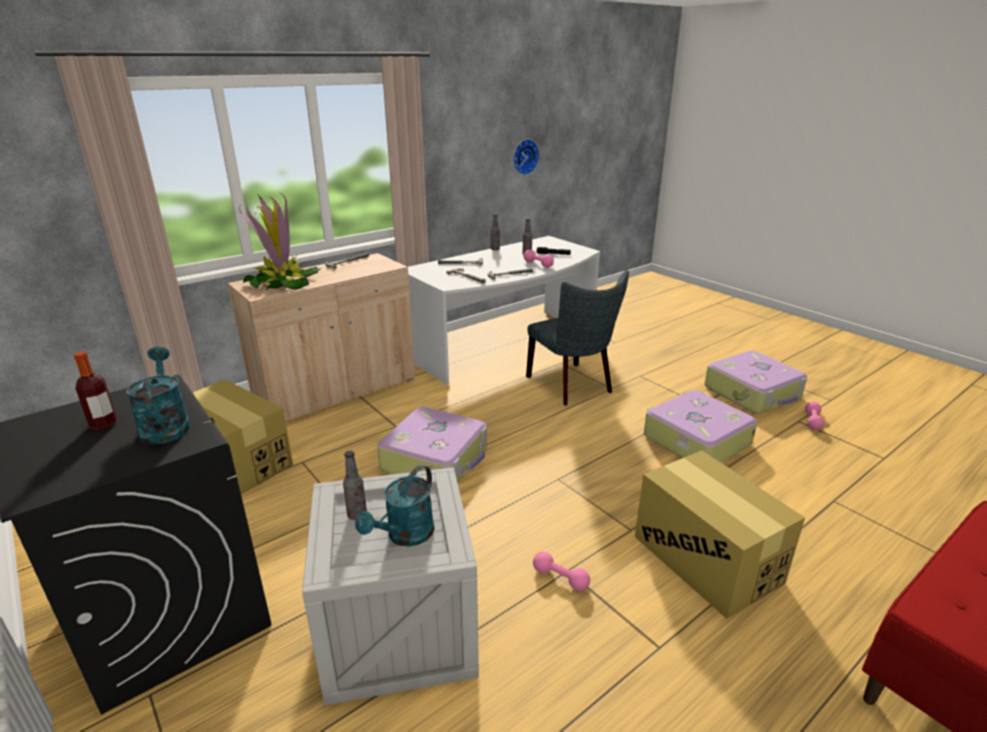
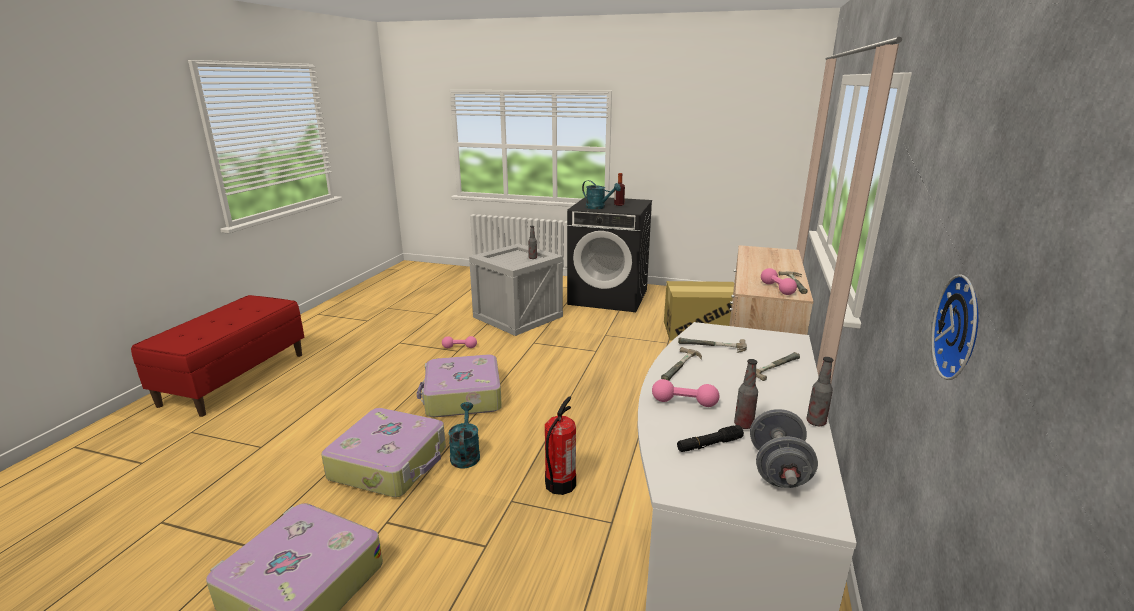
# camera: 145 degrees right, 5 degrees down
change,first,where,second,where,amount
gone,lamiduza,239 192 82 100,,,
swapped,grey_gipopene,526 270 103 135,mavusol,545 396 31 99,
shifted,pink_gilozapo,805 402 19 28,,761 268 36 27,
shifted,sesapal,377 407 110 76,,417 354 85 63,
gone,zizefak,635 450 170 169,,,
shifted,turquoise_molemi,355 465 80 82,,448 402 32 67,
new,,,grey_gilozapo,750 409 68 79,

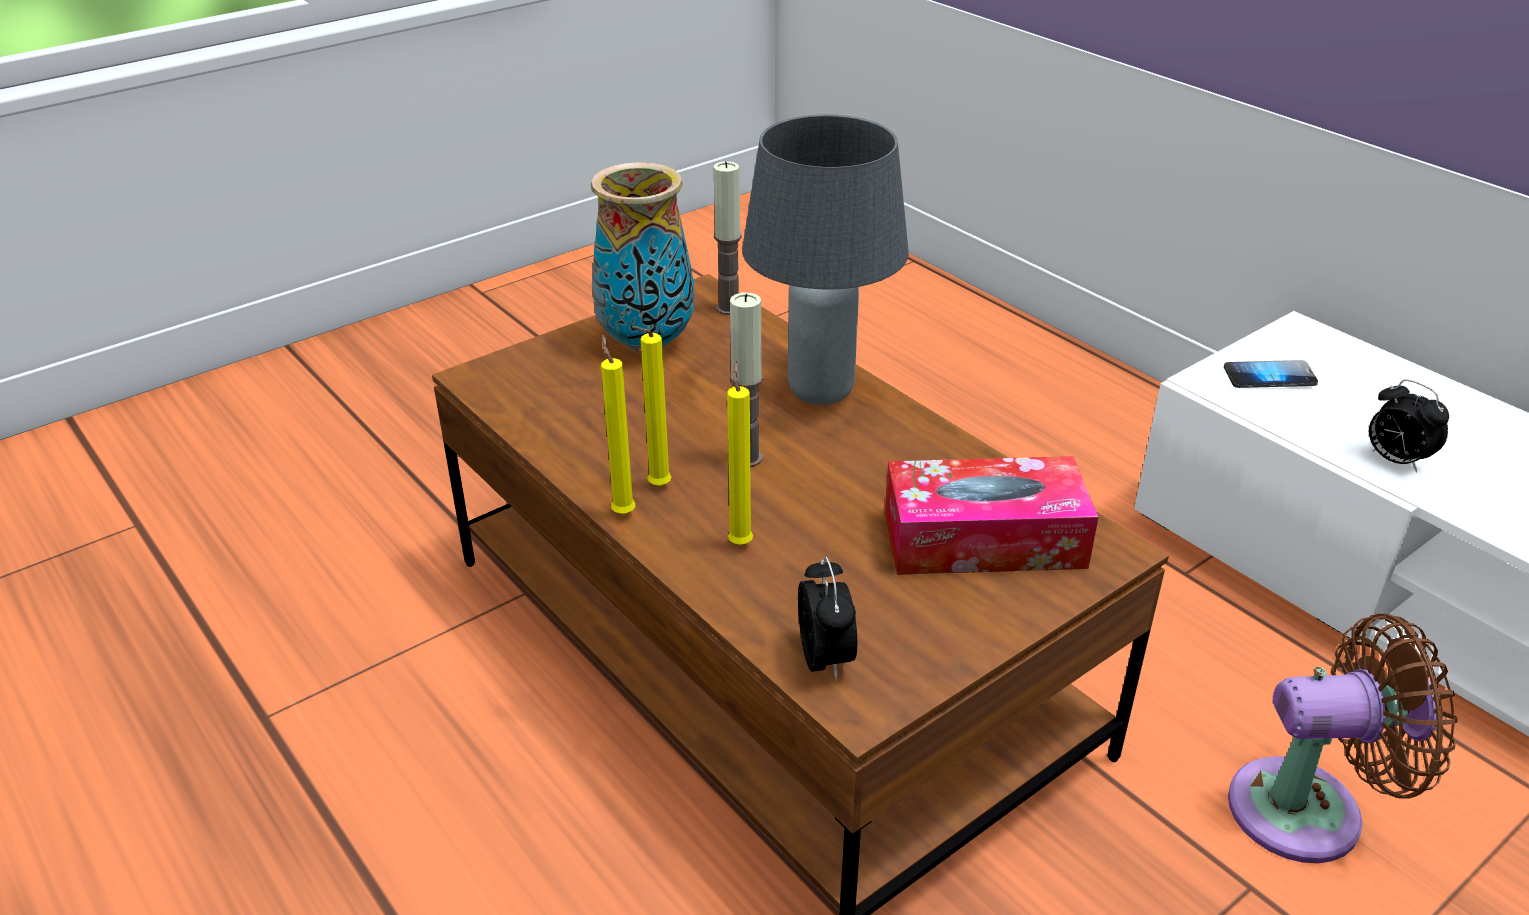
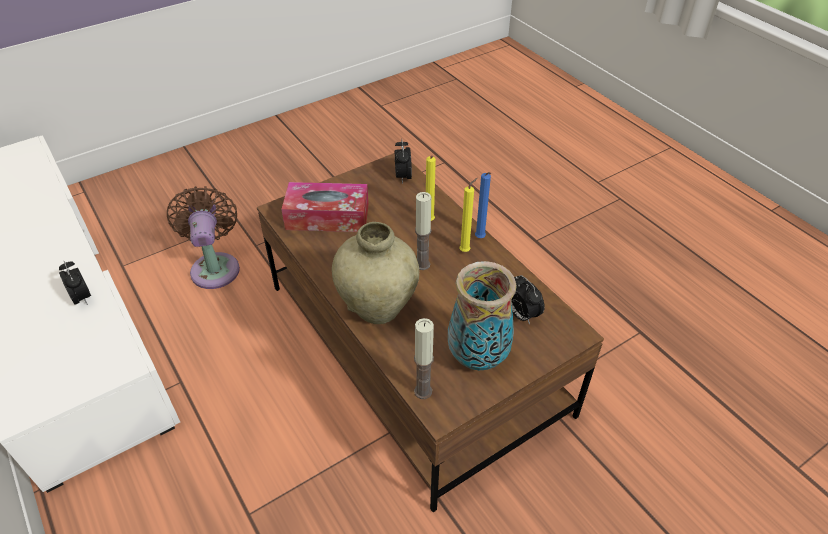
# camera: 175 degrees left, 10 degrees up
change,first,where,second,where,amount
swapped,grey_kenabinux,742 114 167 291,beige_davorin,332 222 87 102,
repainted,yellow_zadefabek,601 335 34 179,blue_zadefabek,475 172 16 66,
gone,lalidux,1224 360 94 28,,,
rotated,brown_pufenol,1228 614 229 249,,167 186 73 103,75 degrees clockwise
new,,,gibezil,511 275 34 50,

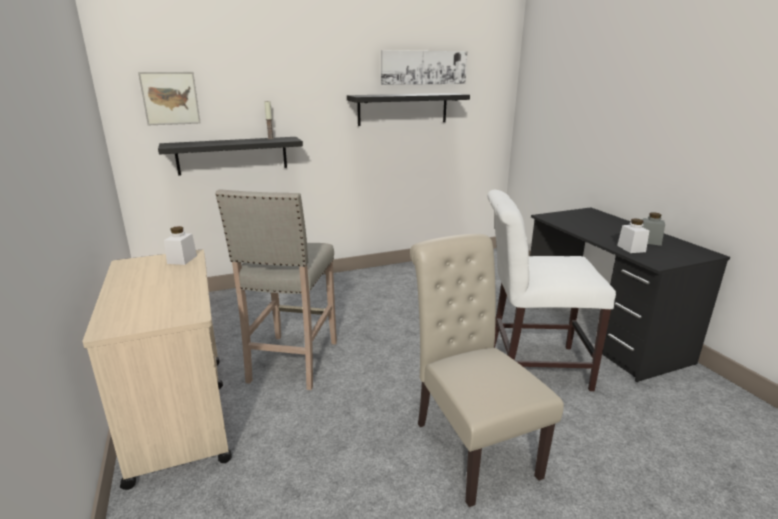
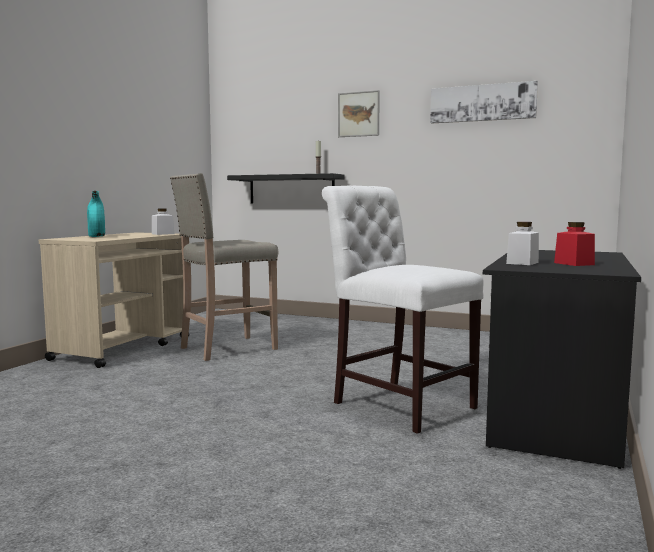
# camera: 45 degrees right, 15 degrees down
change,first,where,second,where,amount
shifted,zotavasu,138 72 63 53,,338 90 42 47,
gone,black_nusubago,347 93 123 33,,,
repainted,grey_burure,642 212 23 34,red_burure,554 222 41 44,
gone,beige_gipopene,410 234 154 273,,,
new,,,turquoise_davorin,87 191 18 46,

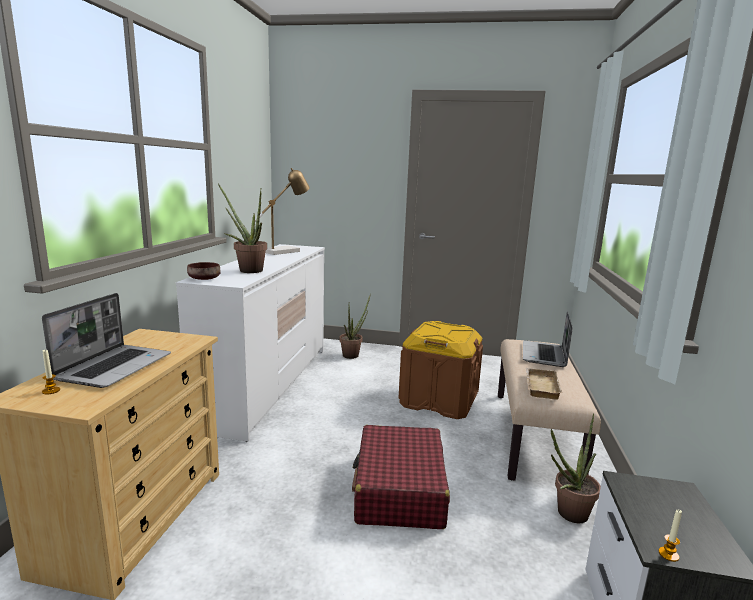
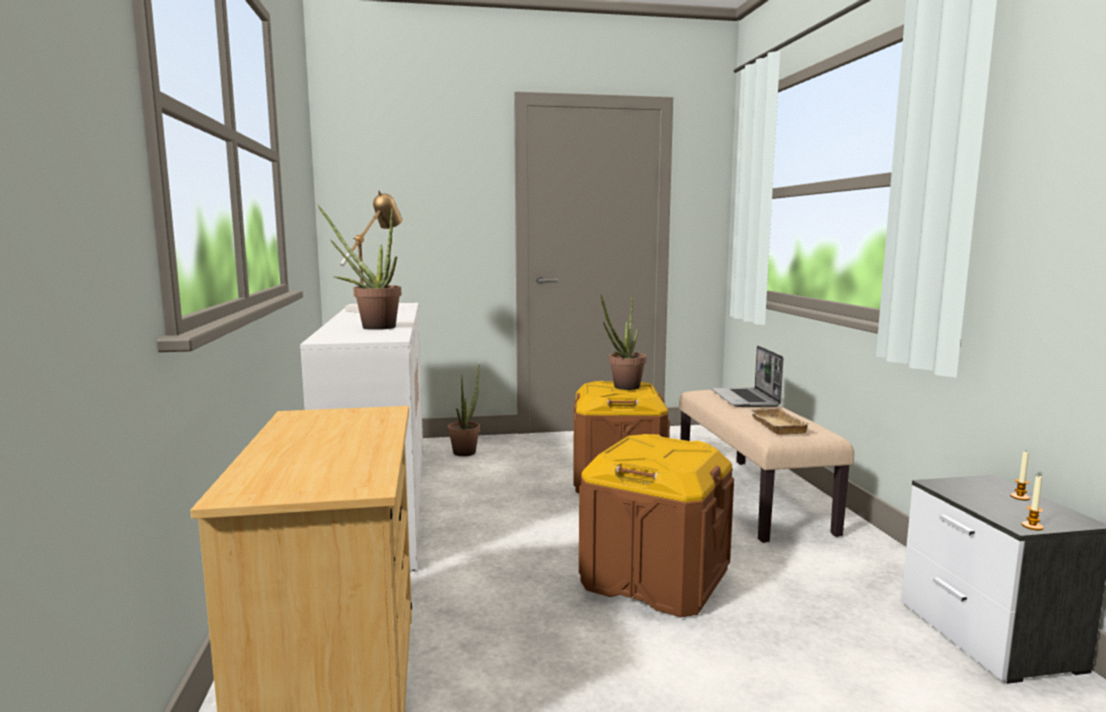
# camera: 20 degrees left, 5 degrees down
change,first,where,second,where,amount
gone,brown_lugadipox,187 262 34 18,,,
gone,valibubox,42 293 129 95,,,
shifted,zadefabek,42 350 18 44,,1010 452 20 49,
shifted,lamiduza,551 414 50 109,,601 294 45 96,
swapped,red_sesapal,352 425 98 104,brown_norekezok,579 434 155 183,

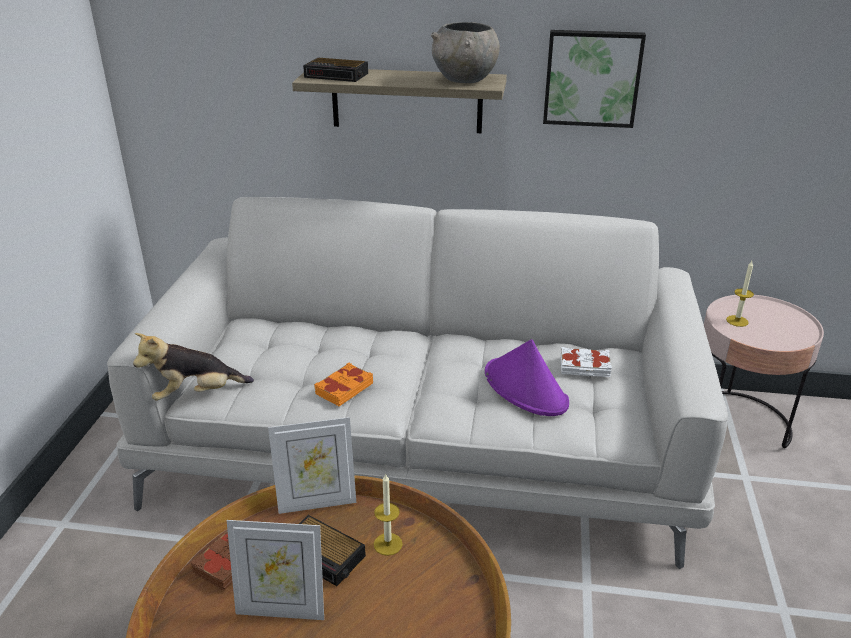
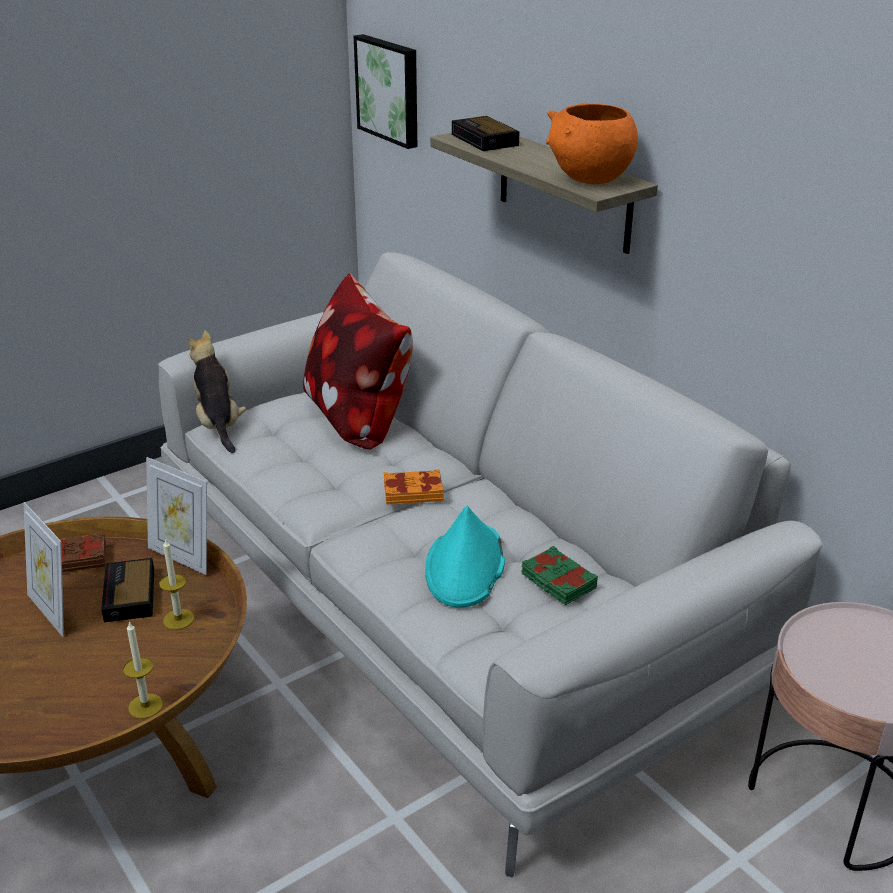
# camera: 45 degrees right, 0 degrees up
change,first,where,second,where,amount
repainted,grey_lugadipox,431 22 69 61,orange_lugadipox,546 104 92 80,
shifted,zotavasu,543 30 103 98,,354 34 63 115,
shifted,zadefabek,726 261 28 66,,123 621 40 98,
rotated,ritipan,133 333 121 68,,187 330 59 123,45 degrees clockwise
repainted,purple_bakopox,485 339 84 77,turquoise_bakopox,425 505 80 103,
repainted,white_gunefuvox,561 347 51 30,green_gunefuvox,521 546 77 59,
shifted,orange_gunefuvox,314 362 59 44,,383 469 61 36,
new,,,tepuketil,303 274 110 175,

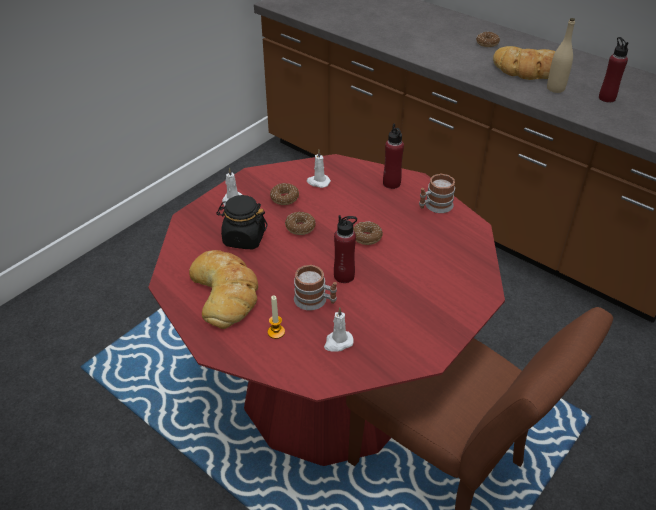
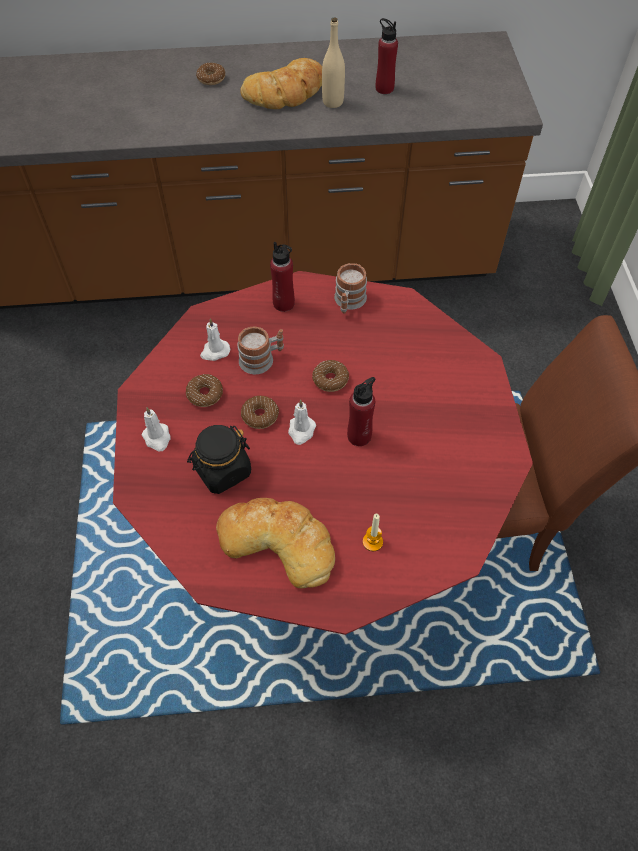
# camera: 45 degrees left, 15 degrees up
change,first,where,second,where,amount
shifted,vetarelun,294 265 43 46,,237 327 47 47,
shifted,white_zadefabek,324 307 30 45,,288 400 28 45,

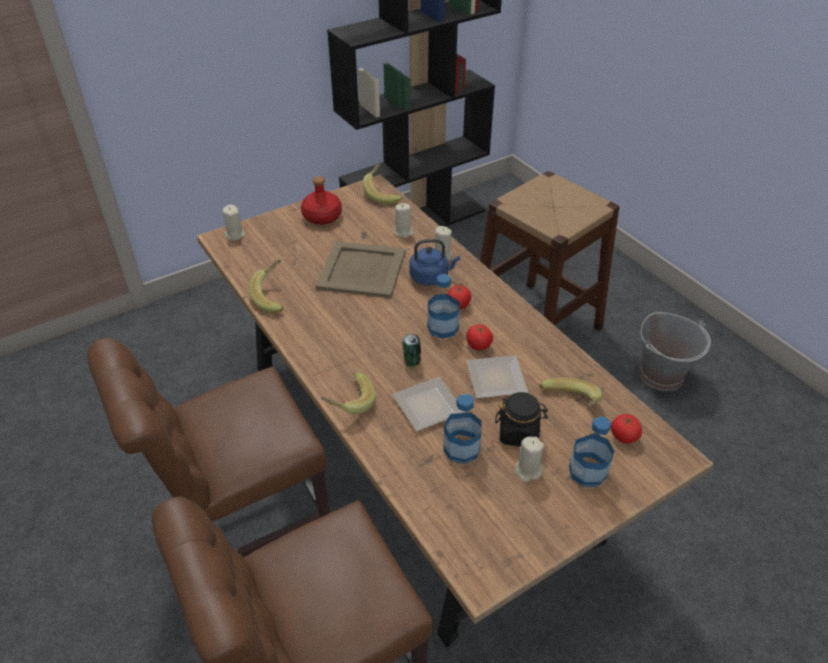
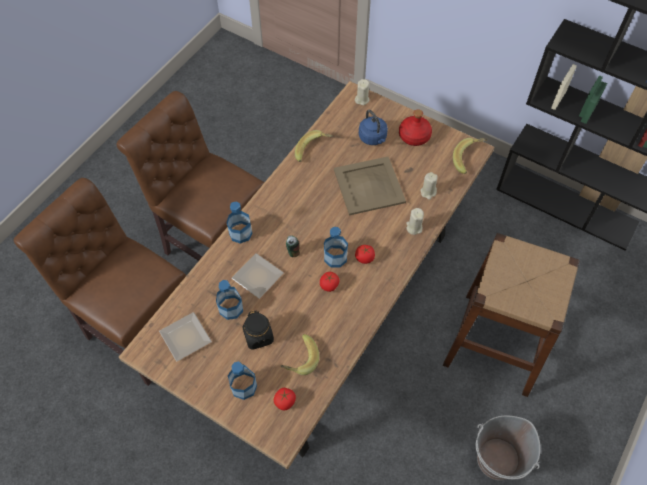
# camera: 65 degrees right, 15 degrees up
change,first,where,second,where,amount
shifted,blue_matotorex,409 239 52 46,,359 110 29 35,
shifted,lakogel,467 355 61 43,,159 312 53 50,
swapped,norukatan,321 372 55 42,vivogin,227 201 26 43,
gone,beige_zadefabek,515 436 29 46,,,

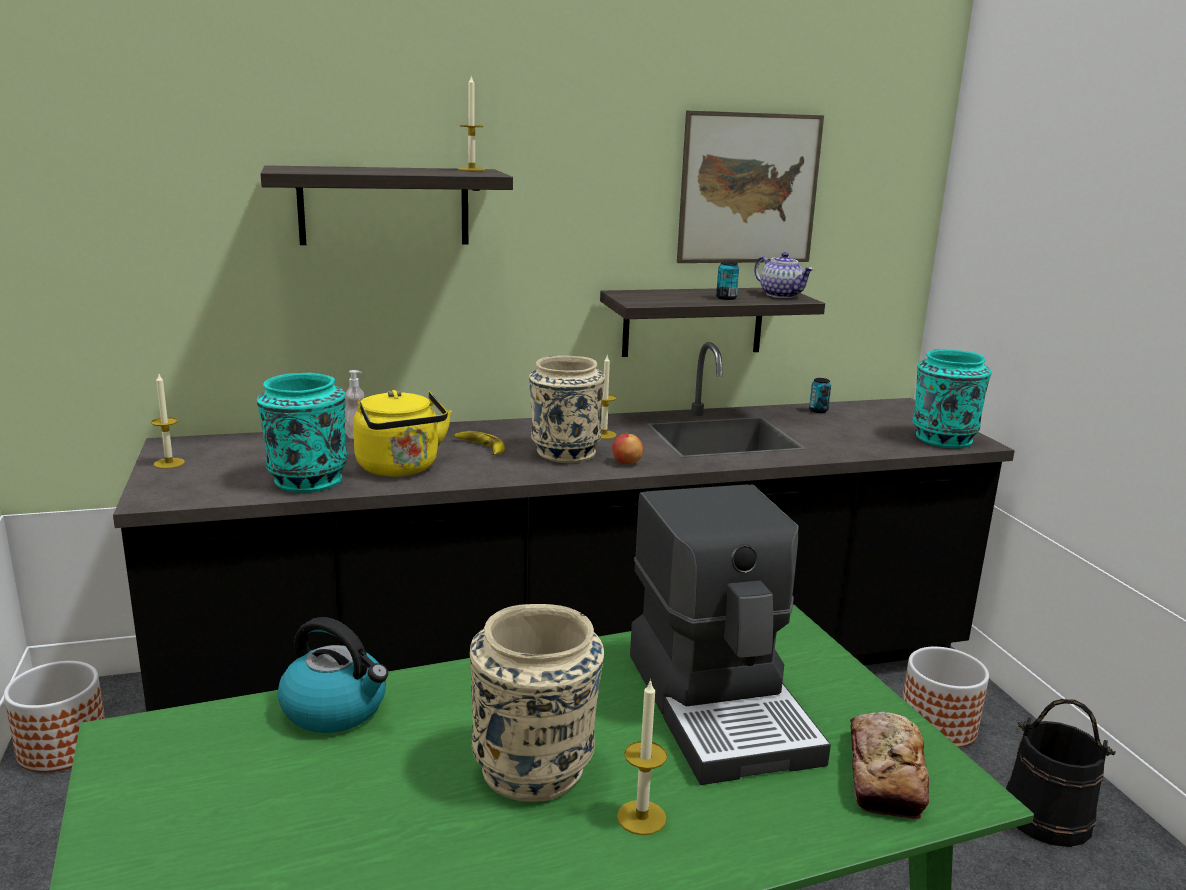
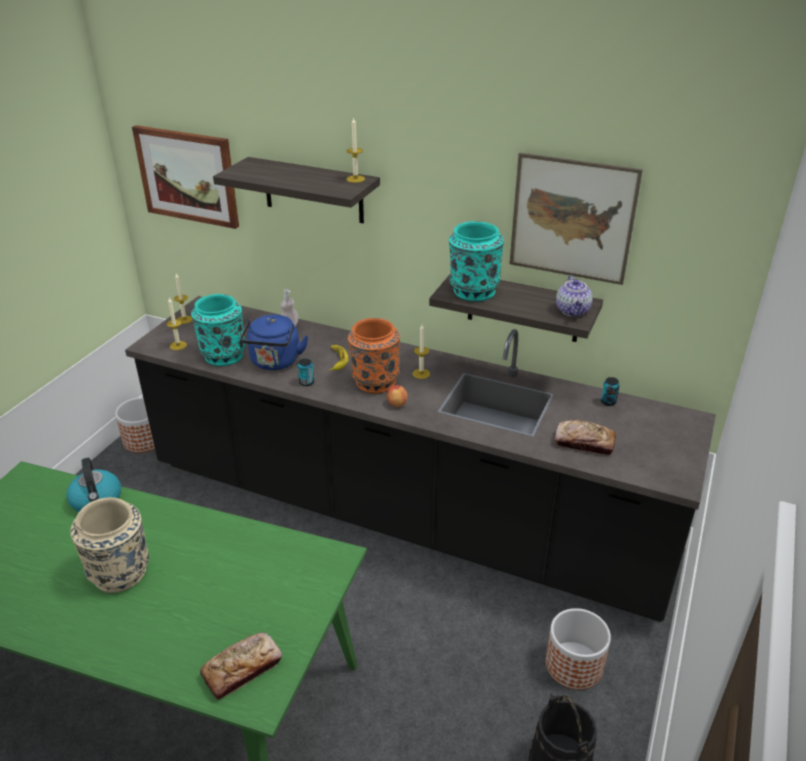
# camera: 40 degrees right, 15 degrees up
change,first,where,second,where,amount
shifted,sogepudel,716 262 23 38,,298 358 16 28,
shifted,turquoise_davorin,912 349 79 99,,449 221 55 80,
repainted,beige_davorin,529 355 76 108,orange_davorin,348 318 52 76,
repainted,yellow_matotorex,353 390 99 87,blue_matotorex,240 315 69 55,
gone,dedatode,630 484 201 301,,,
shifted,zadefabek,617 679 50 156,,167 298 20 52,
new,,,zotavasu,132 125 107 104,
new,,,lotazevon,555 420 61 35,

